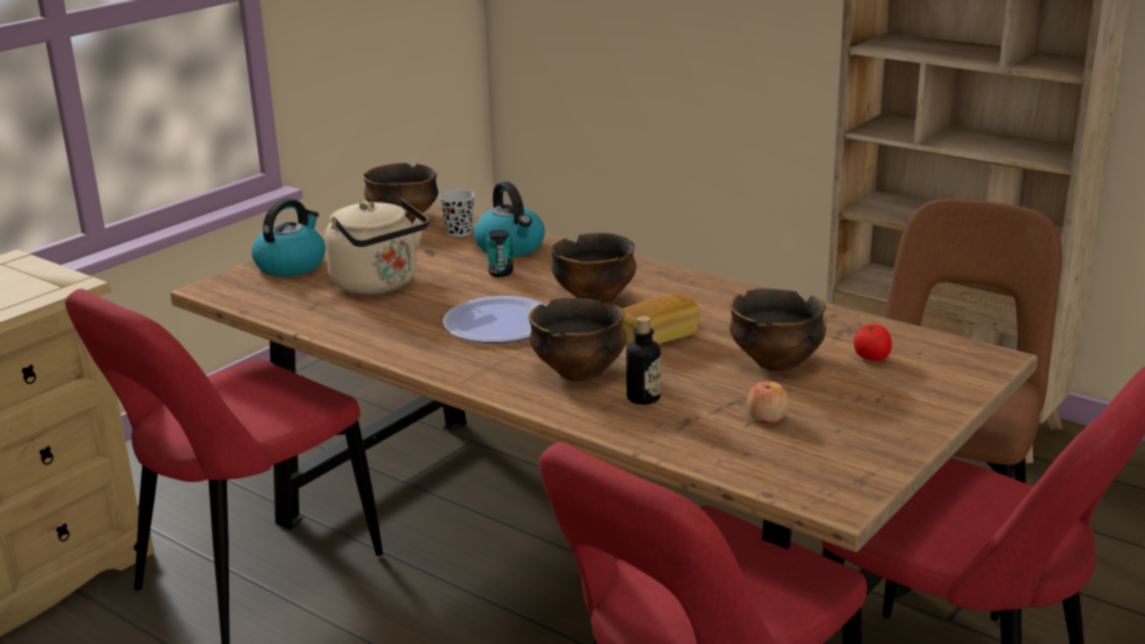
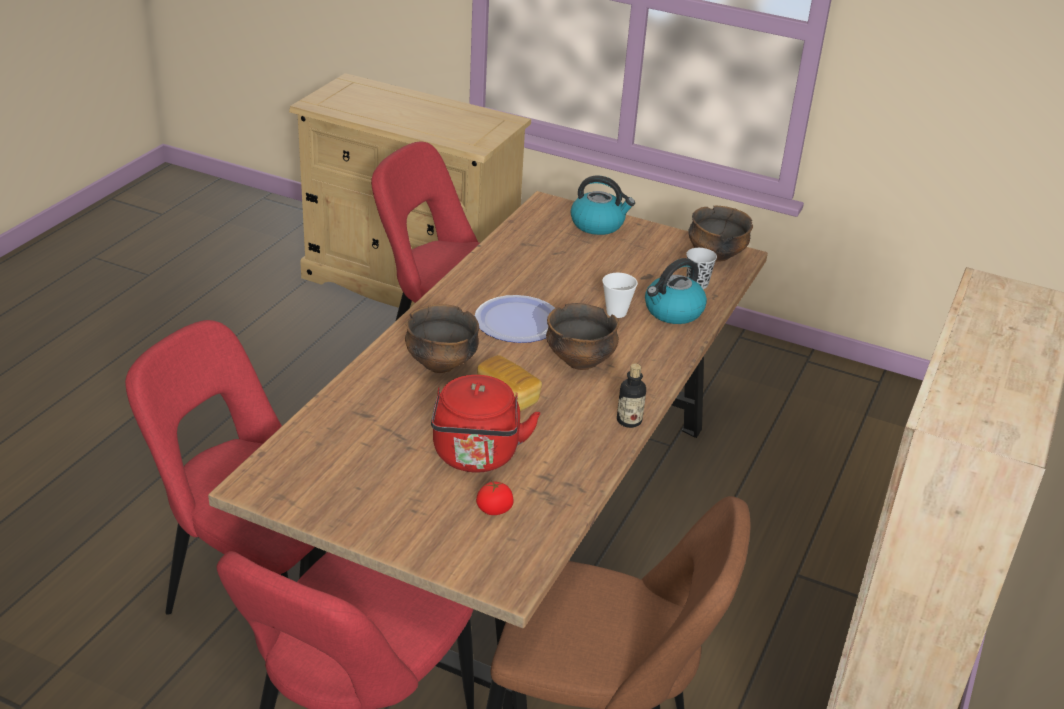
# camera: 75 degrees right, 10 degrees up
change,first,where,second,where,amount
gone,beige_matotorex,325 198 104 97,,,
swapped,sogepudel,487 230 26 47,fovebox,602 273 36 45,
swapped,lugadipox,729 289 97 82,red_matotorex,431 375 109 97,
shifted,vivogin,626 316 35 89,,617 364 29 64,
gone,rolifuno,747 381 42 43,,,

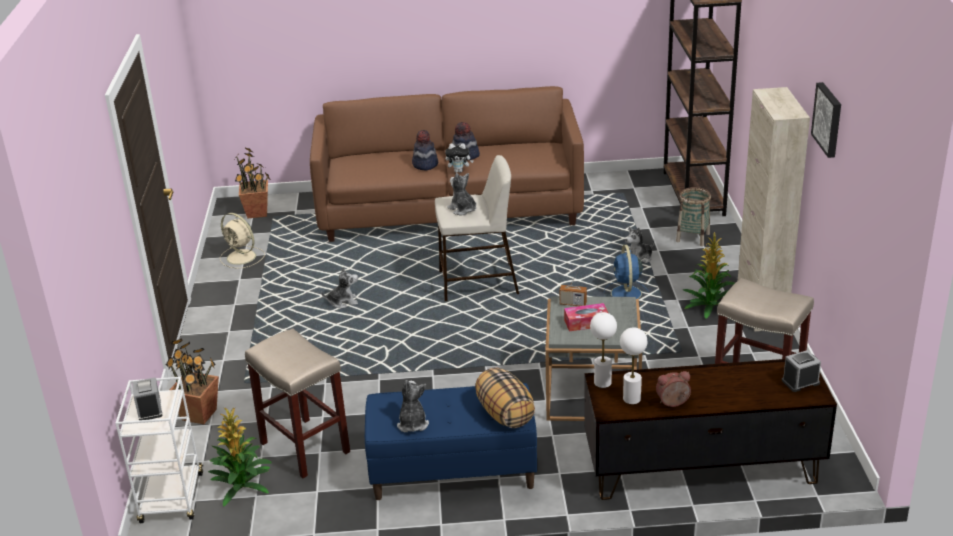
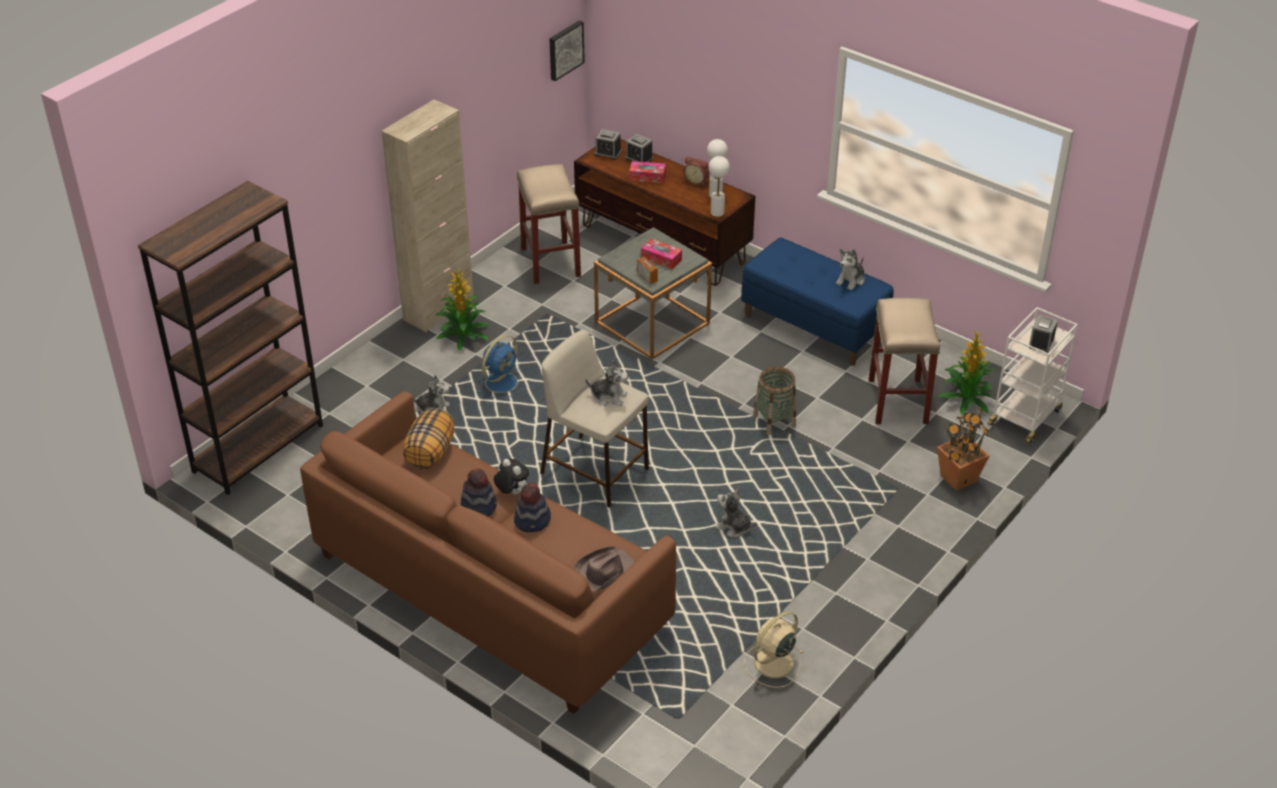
# camera: 140 degrees left, 10 degrees up
change,first,where,second,where,amount
shifted,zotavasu,811 82 30 76,,549 20 36 61,
gone,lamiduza,234 147 36 72,,,
rotated,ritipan,447 173 29 42,,585 360 43 46,75 degrees counterclockwise
shifted,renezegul,676 187 35 59,,753 367 43 68,
rotated,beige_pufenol,220 213 45 56,,744 611 60 77,120 degrees counterclockwise
shifted,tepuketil,475 368 60 60,,403 408 52 61,
new,,,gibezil,625 134 28 28,
new,,,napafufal,629 161 37 23,
new,,,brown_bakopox,573 547 62 45,

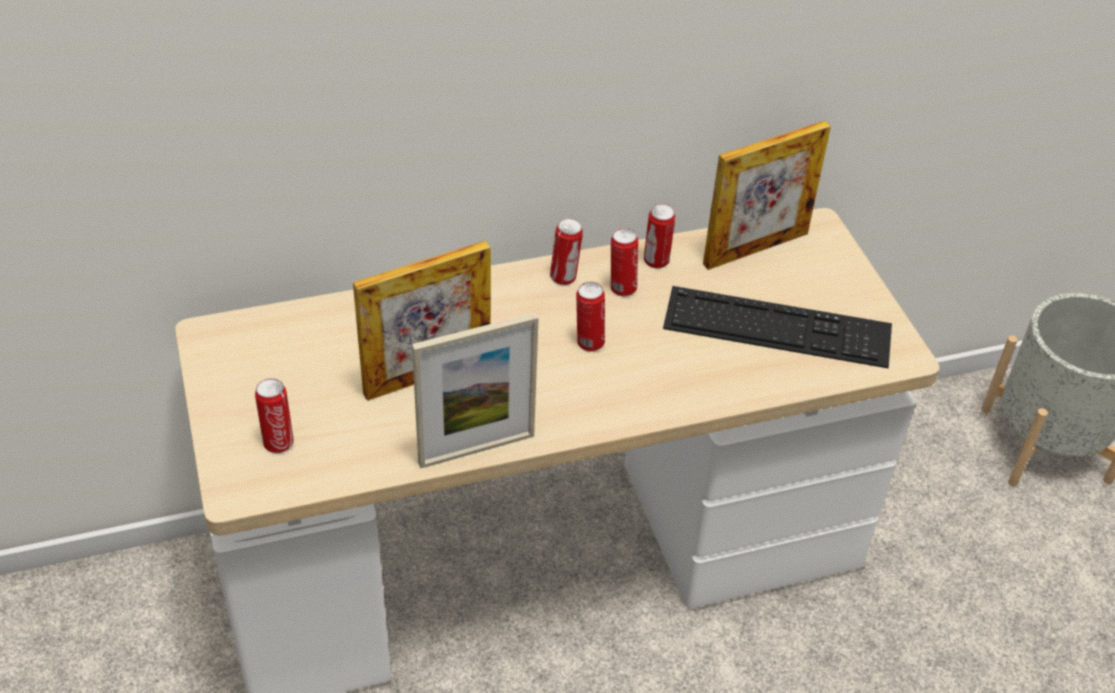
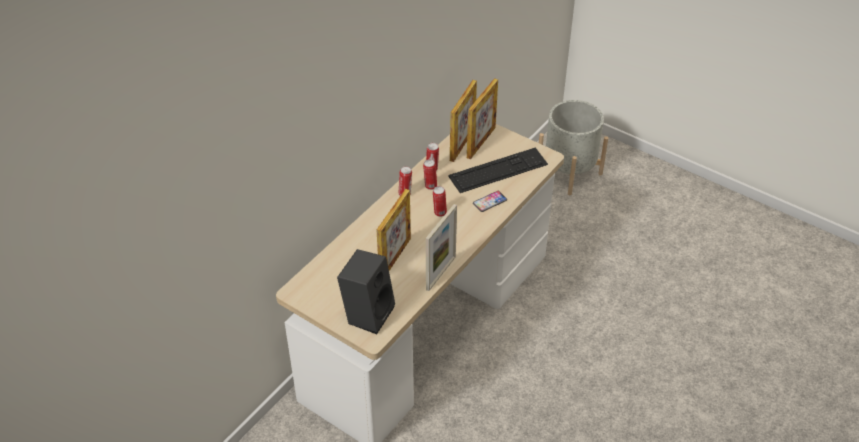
# camera: 35 degrees left, 0 degrees up
change,first,where,second,where,amount
swapped,sogepudel,255 378 39 75,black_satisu,337 249 58 85,
new,,,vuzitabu,467 78 31 81,
new,,,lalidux,473 191 34 21,

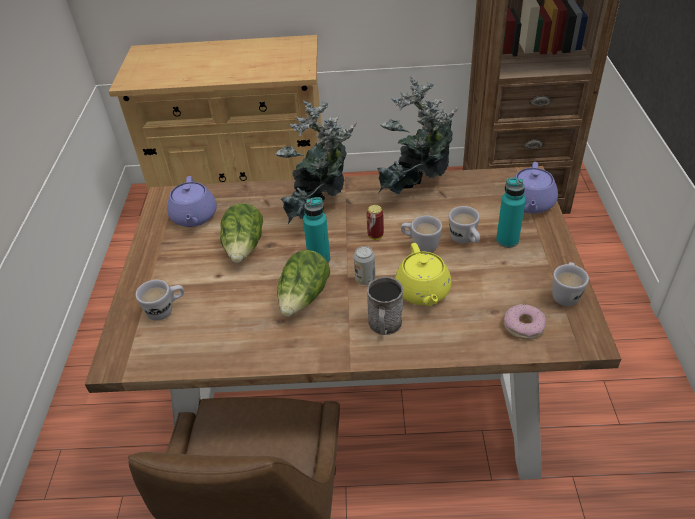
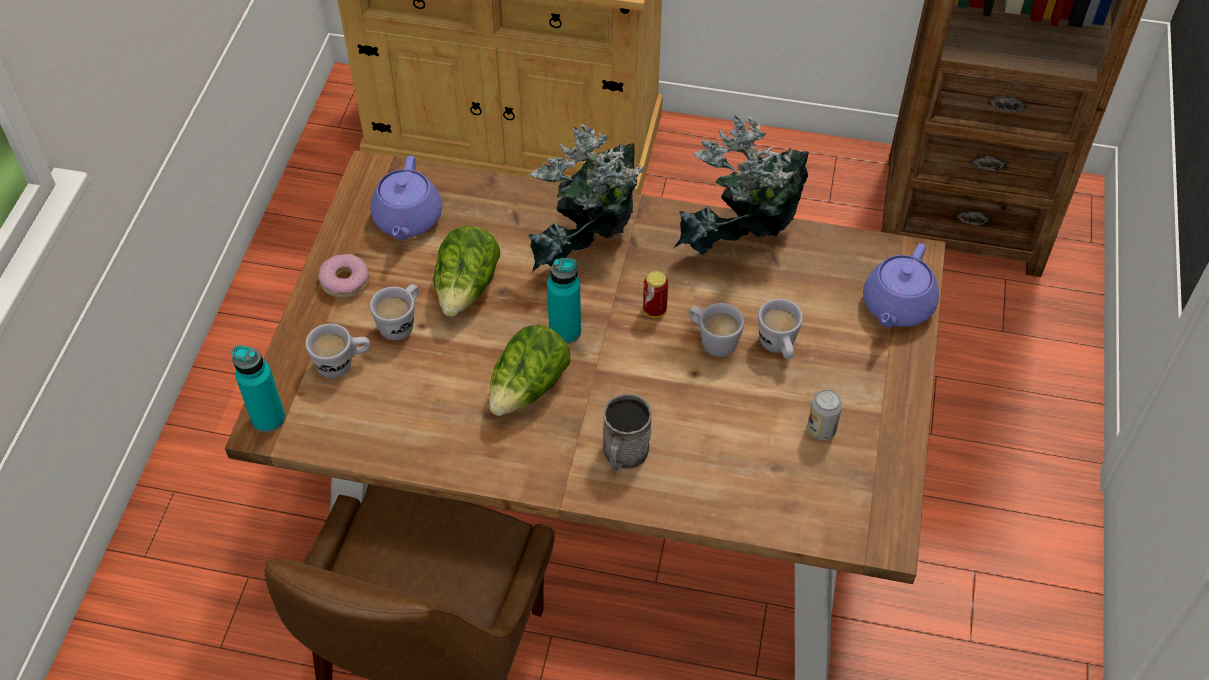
# camera: 10 degrees right, 10 degrees up
change,first,where,second,where,amount
shifted,turquoise_vivogin,496 178 30 70,,232 345 53 88,
gone,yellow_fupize,395 243 57 63,,,
shifted,sogepudel,354 246 21 39,,807 389 35 52,
shifted,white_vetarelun,552 262 37 44,,370 284 49 56,
shifted,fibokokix,504 304 42 36,,318 254 51 44,

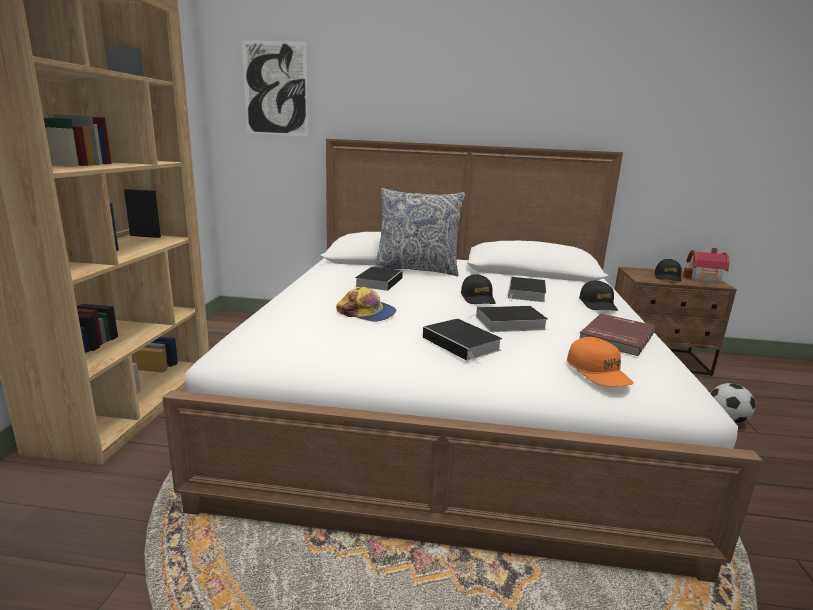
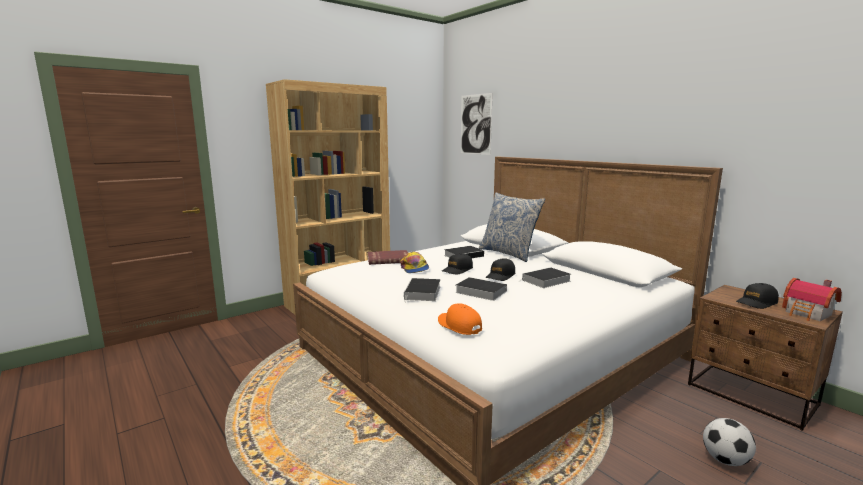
# camera: 45 degrees right, 5 degrees down
change,first,where,second,where,amount
shifted,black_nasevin,579 281 39 30,,442 253 31 21,
shifted,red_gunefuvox,579 314 77 42,,367 250 41 15,
rotated,orange_nasevin,567 337 67 50,,438 303 44 32,120 degrees clockwise

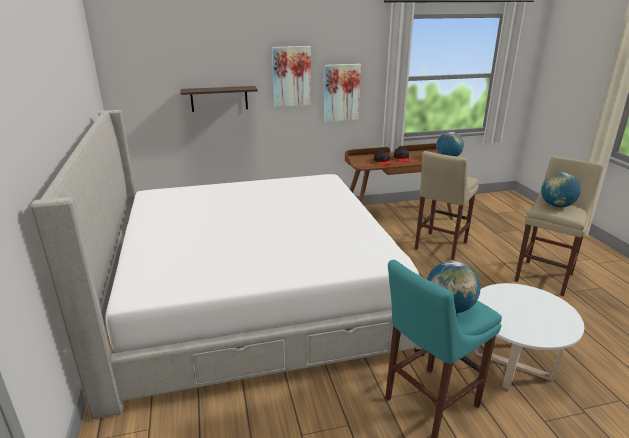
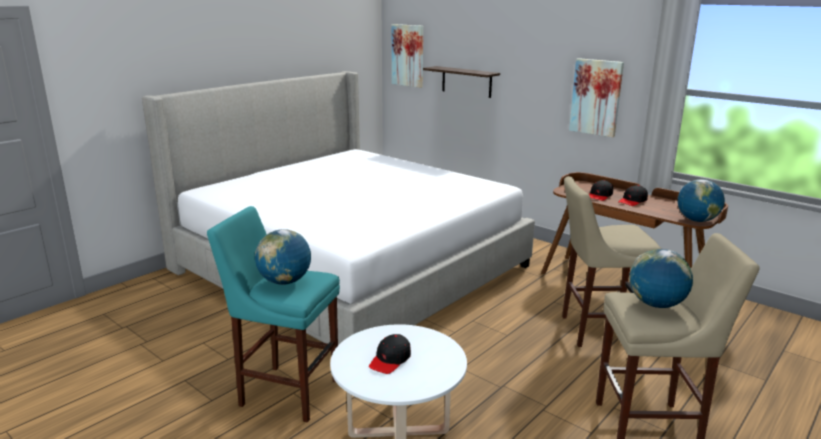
# camera: 55 degrees right, 5 degrees down
change,first,where,second,where,amount
shifted,zotavasu,272 46 39 61,,392 24 31 64,
new,,,black_nasevin,369 334 42 40,

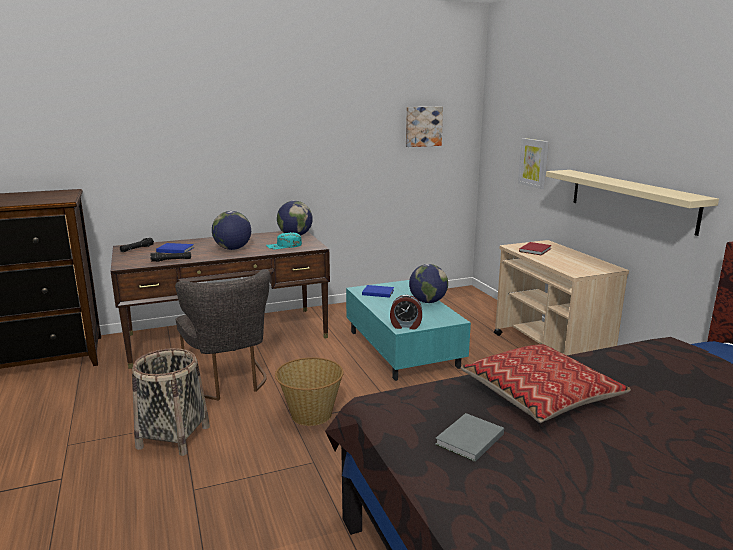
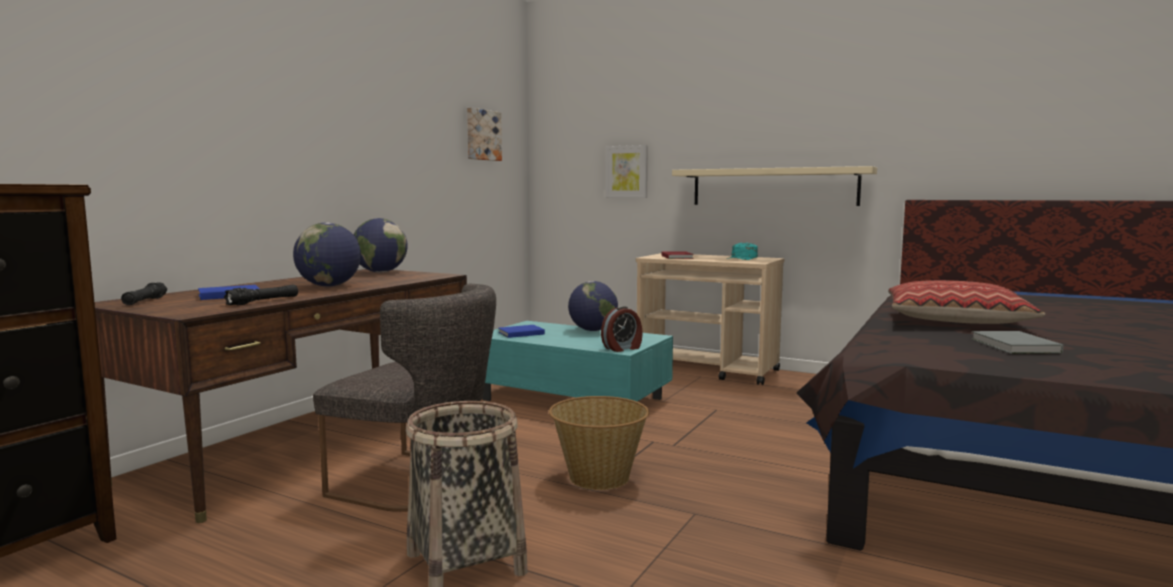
# camera: 40 degrees left, 10 degrees down
change,first,where,second,where,amount
shifted,turquoise_nasevin,266 232 36 17,,727 243 31 17,

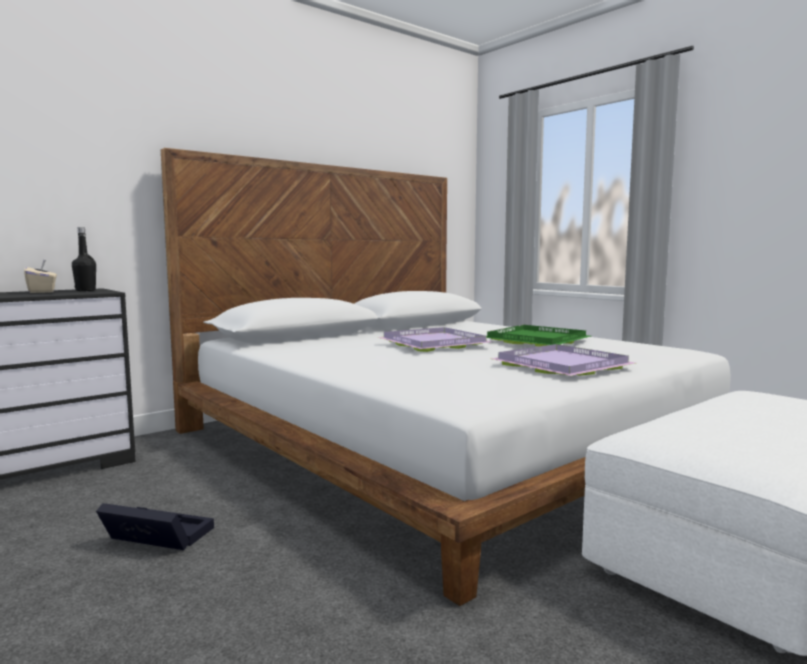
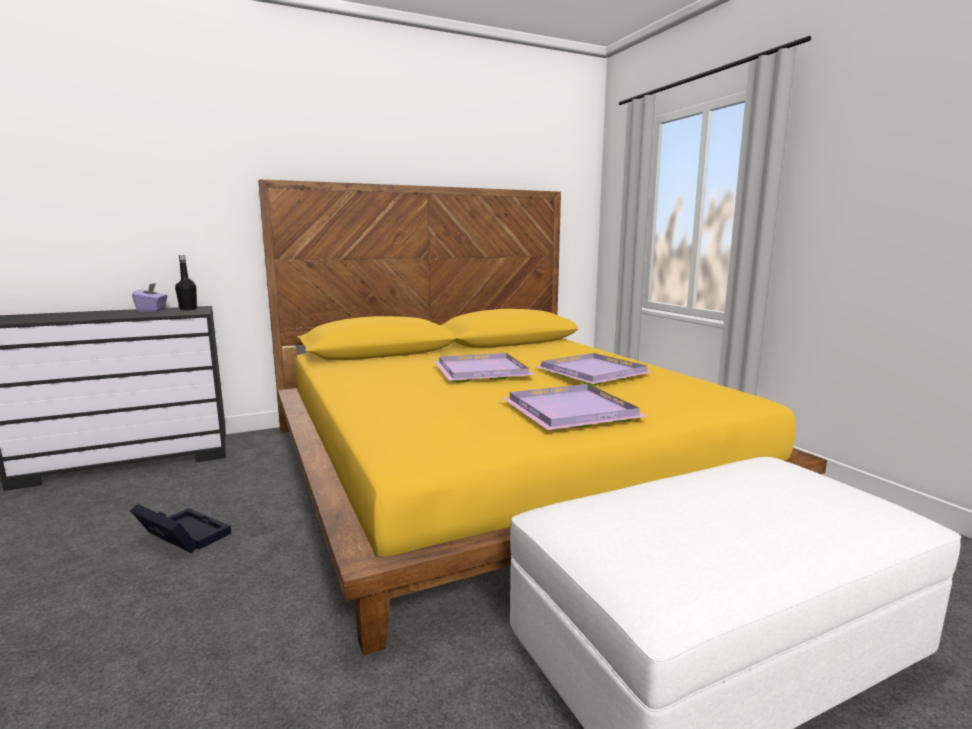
# camera: 15 degrees right, 5 degrees up
change,first,where,second,where,amount
repainted,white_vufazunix,161 148 570 458,yellow_vufazunix,258 179 569 476,
repainted,beige_napafufal,24 260 33 33,purple_napafufal,132 283 35 29,
repainted,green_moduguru,487 325 104 22,purple_moduguru,534 353 120 33,

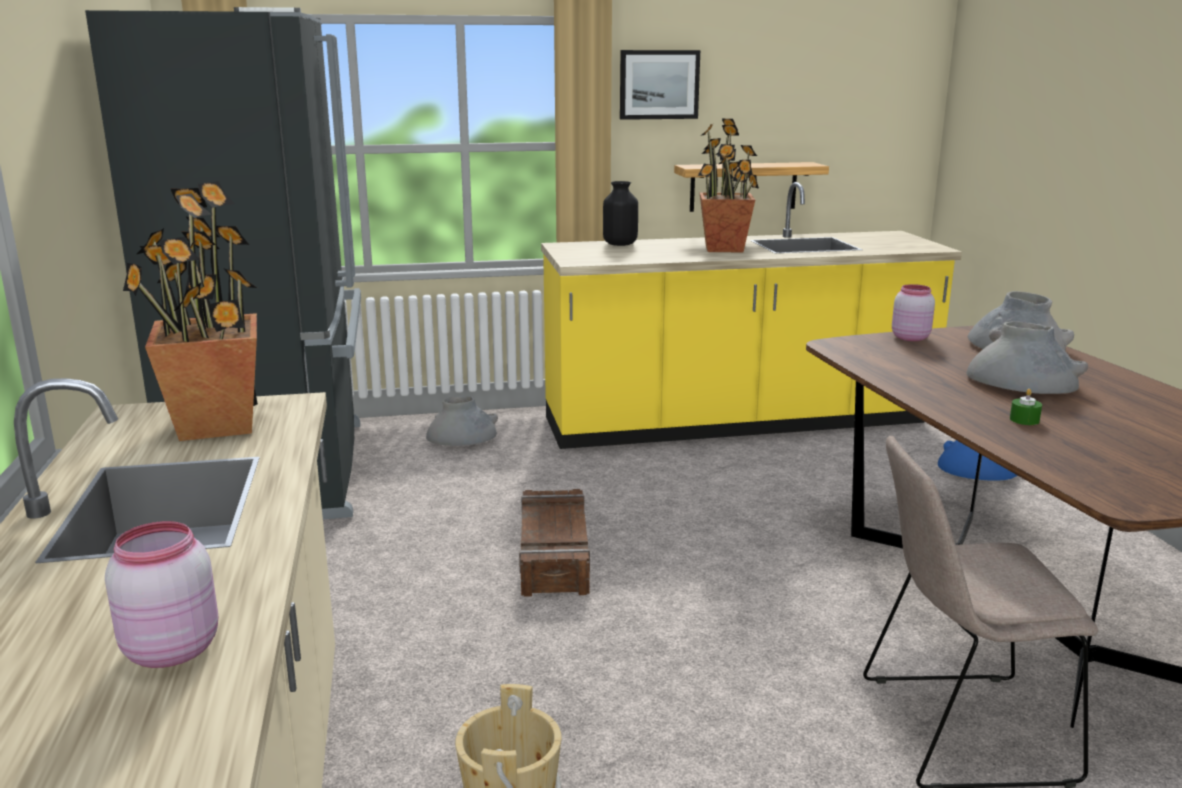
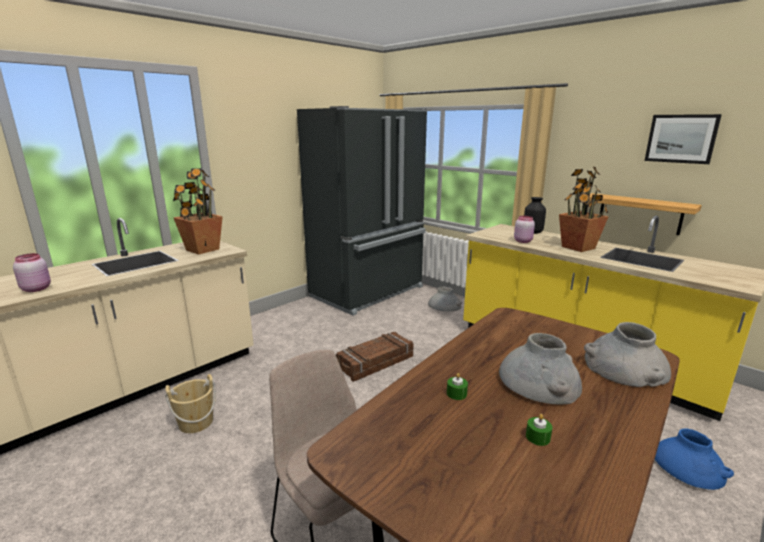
# camera: 55 degrees right, 0 degrees up
change,first,where,second,where,amount
shifted,zotavasu,620 50 80 70,,645 114 77 50,
shifted,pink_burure,892 284 43 57,,514 216 21 27,
new,,,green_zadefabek,526 414 26 32,

